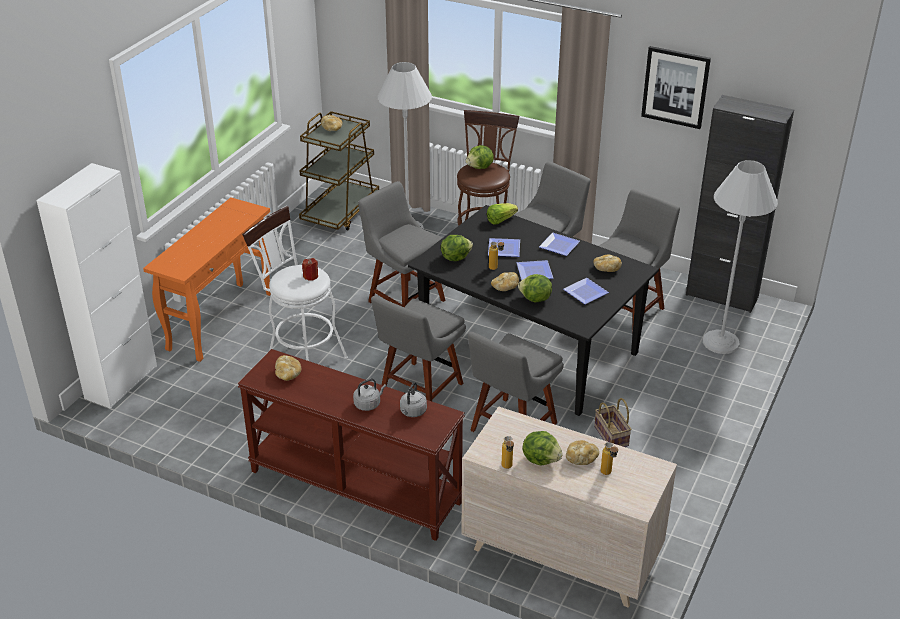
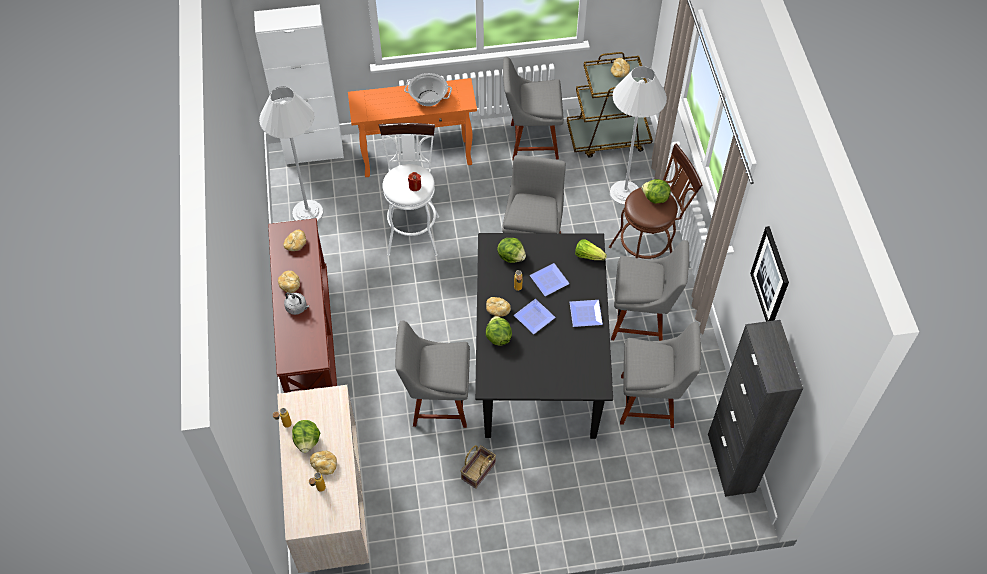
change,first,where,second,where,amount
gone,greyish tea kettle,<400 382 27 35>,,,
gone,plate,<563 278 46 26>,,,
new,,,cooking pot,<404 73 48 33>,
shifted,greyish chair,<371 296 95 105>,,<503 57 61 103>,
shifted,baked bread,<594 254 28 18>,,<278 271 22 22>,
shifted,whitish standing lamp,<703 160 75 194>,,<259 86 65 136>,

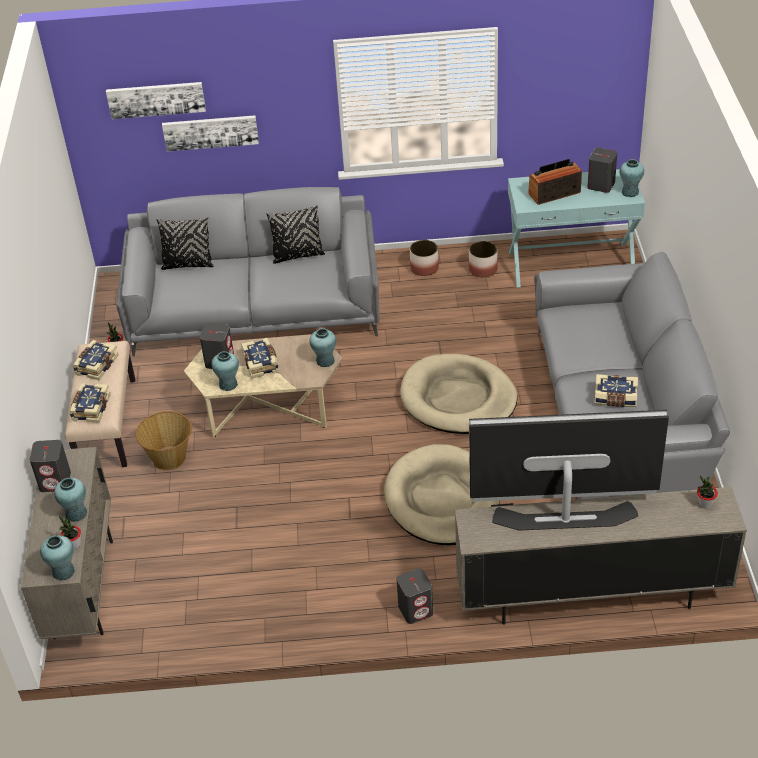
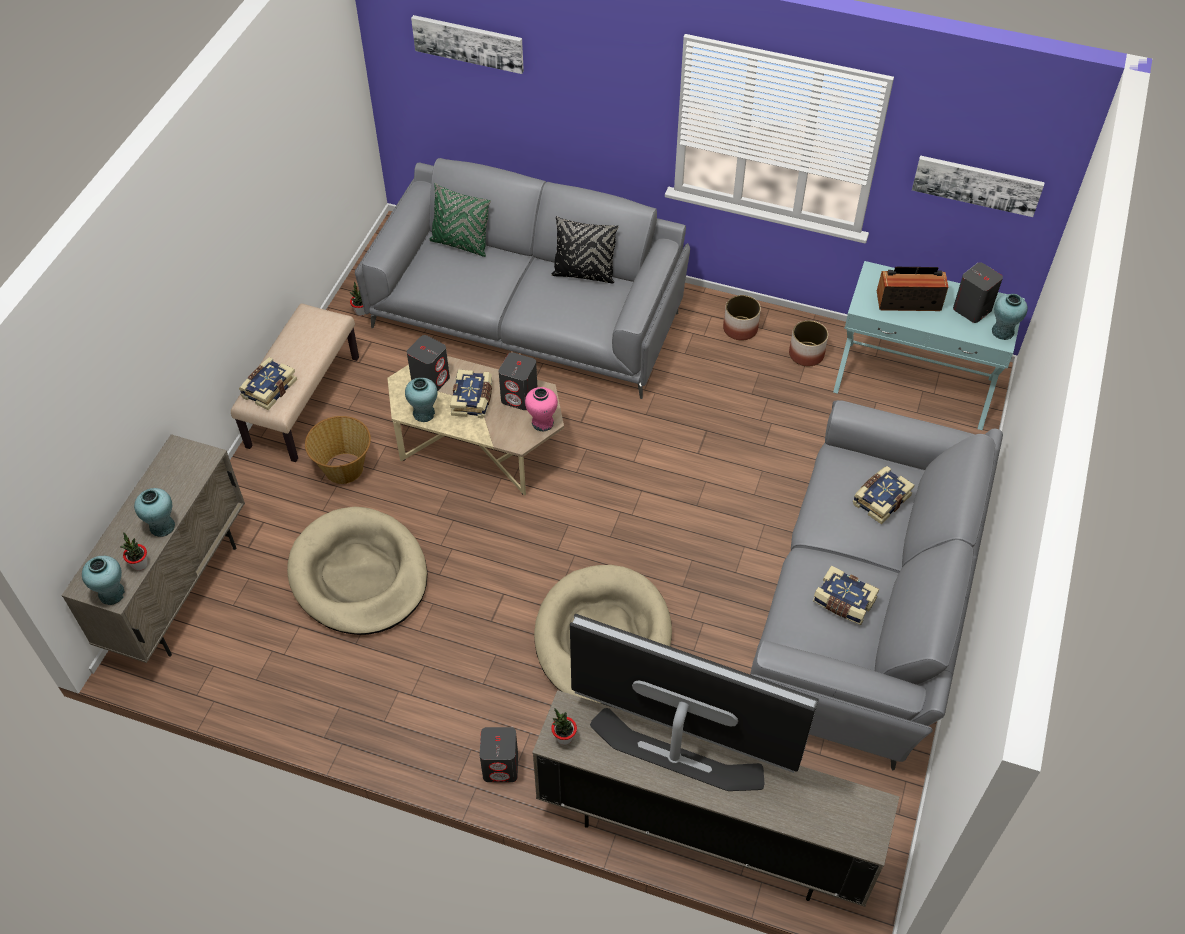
change,first,where,second,where,amount
shifted,greyish loudspeaker,<30 440 41 52>,,<499 352 38 58>,
shifted,book,<73 340 46 40>,,<853 466 62 58>,
shifted,picture,<162 115 97 37>,,<912 155 133 62>,
shifted,sand-coloured dog cushion,<400 354 117 80>,,<287 507 140 128>,
shifted,plant in a pot,<697 476 21 33>,,<551 708 26 37>,
repainted,blackish throw pillow,<157 218 57 52>,greenish throw pillow,<429 183 62 74>,
repainted,turquoise vase,<310 328 26 39>,pink vase,<525 387 33 44>,

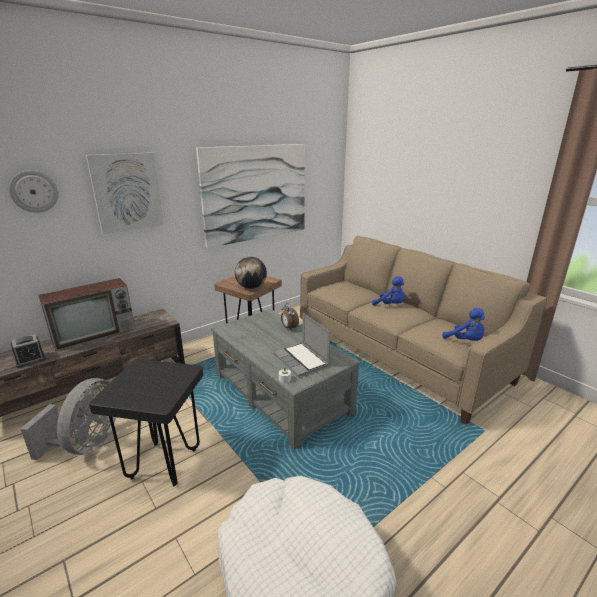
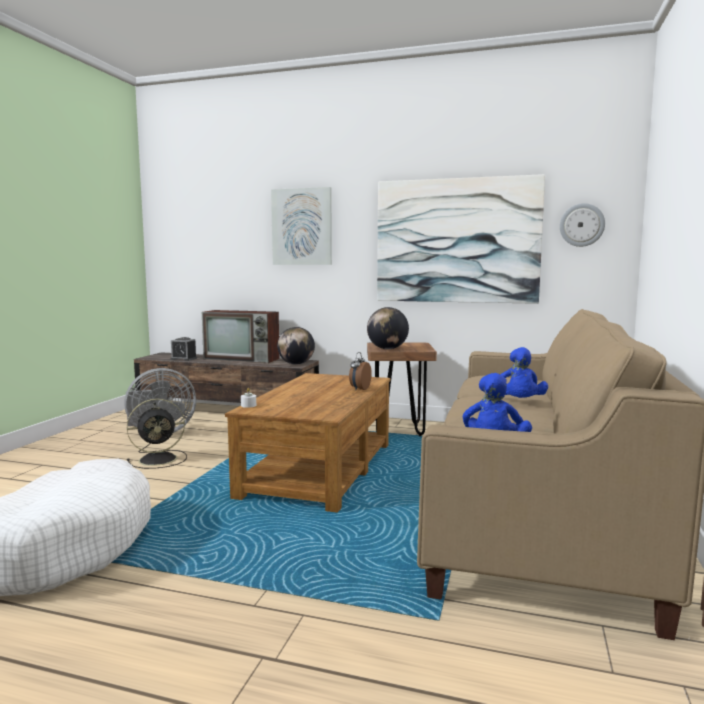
change,first,where,second,where,amount
gone,laptop,<274 313 56 64>,,,
new,,,desk globe,<277 327 38 38>,
shifted,hanging clock,<9 170 50 43>,,<560 203 45 44>,
swapped,blackish sitting stool,<89 359 114 127>,blackish electric fan,<127 399 60 70>,
repainted,greyish lounge table,<211 309 150 140>,brown lounge table,<225 373 165 140>,

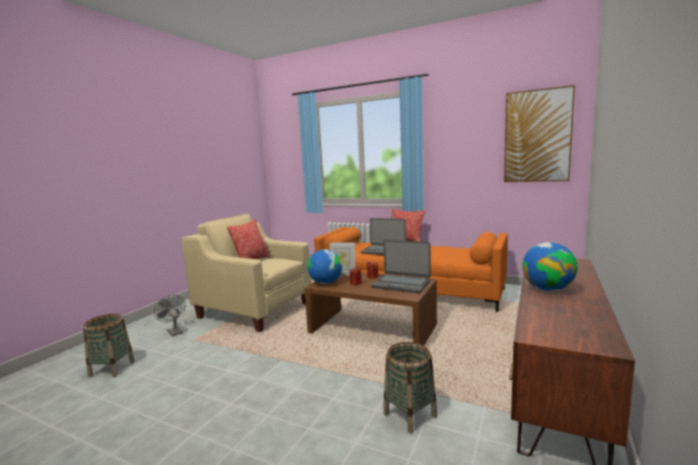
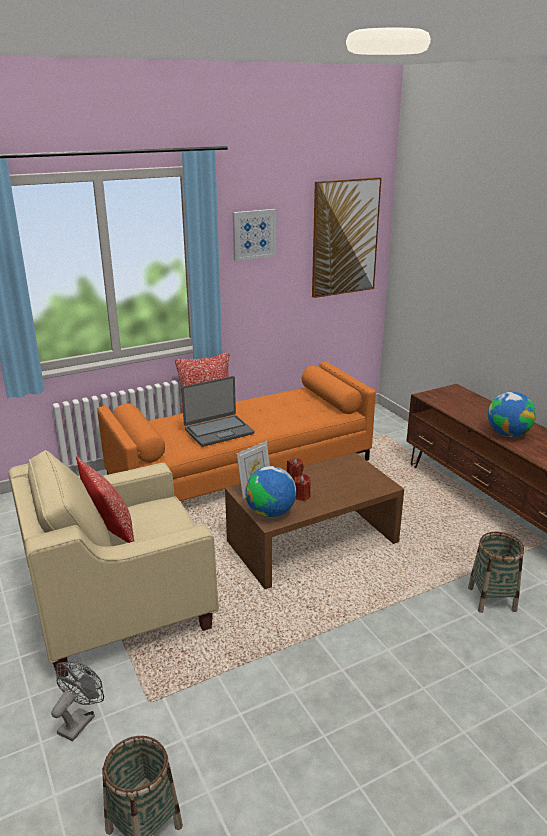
change,first,where,second,where,amount
gone,laptop,<371 240 60 53>,,,
new,,,picture,<233 209 43 52>,
rotated,greyish electric fan,<154 295 31 41>,,<51 661 53 80>,120 degrees clockwise

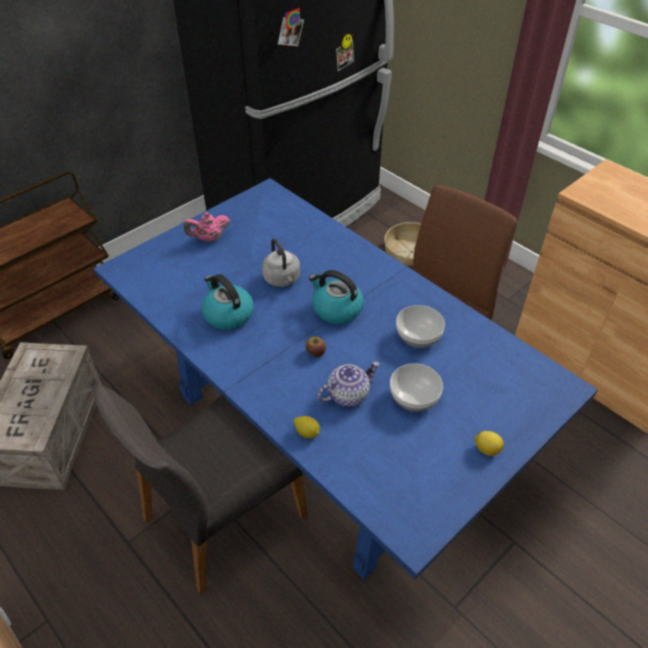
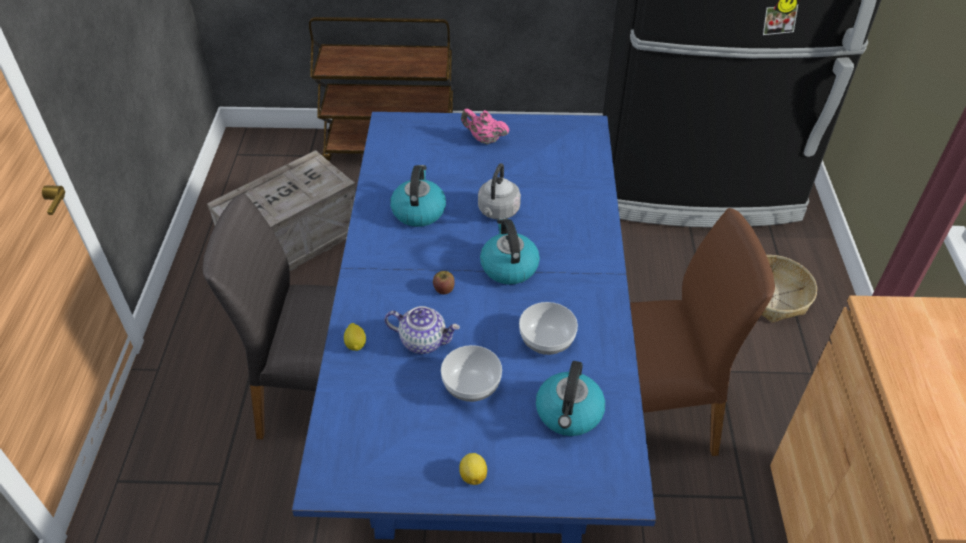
change,first,where,second,where,amount
new,,,tea kettle,<536 361 69 75>,

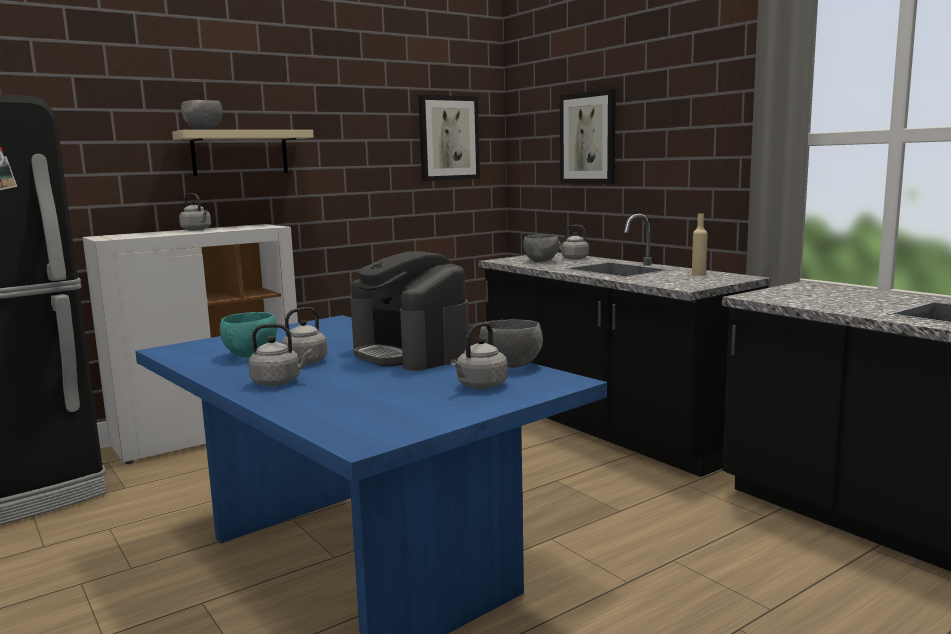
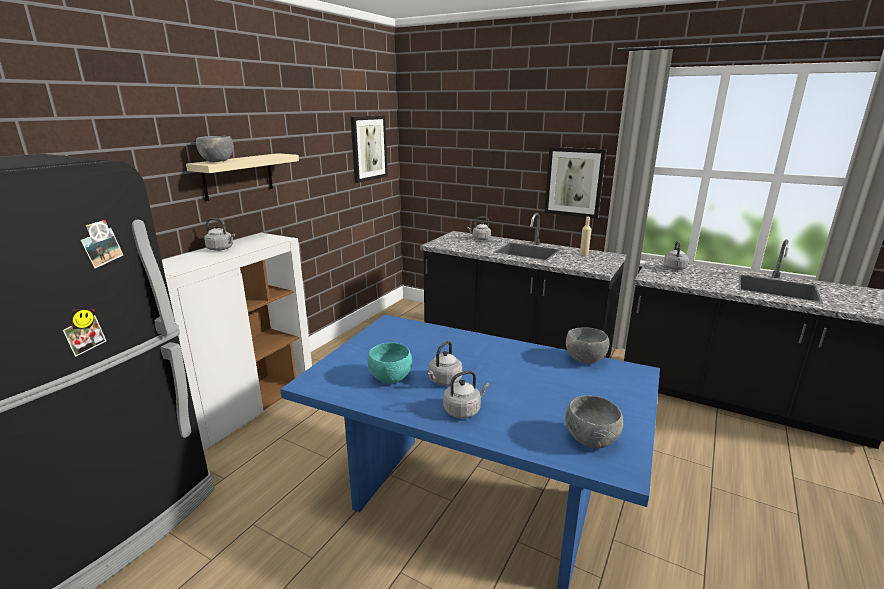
change,first,where,second,where,amount
gone,coffee maker,<350 251 119 120>,,,
shifted,greyish tea kettle,<450 322 58 67>,,<664 241 25 29>,
shifted,greyish deep dish,<523 234 36 28>,,<565 395 58 54>,
shifted,picture,<560 89 56 95>,,<544 147 62 72>,

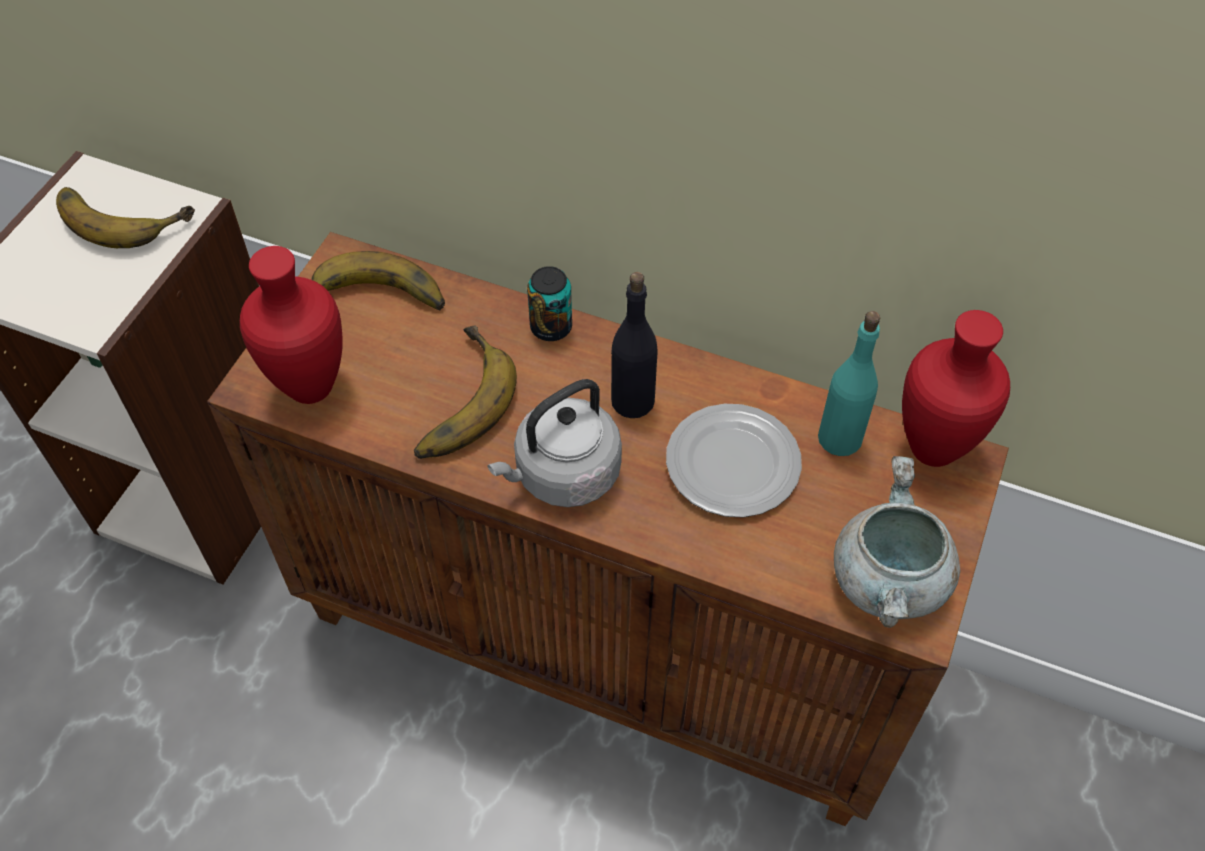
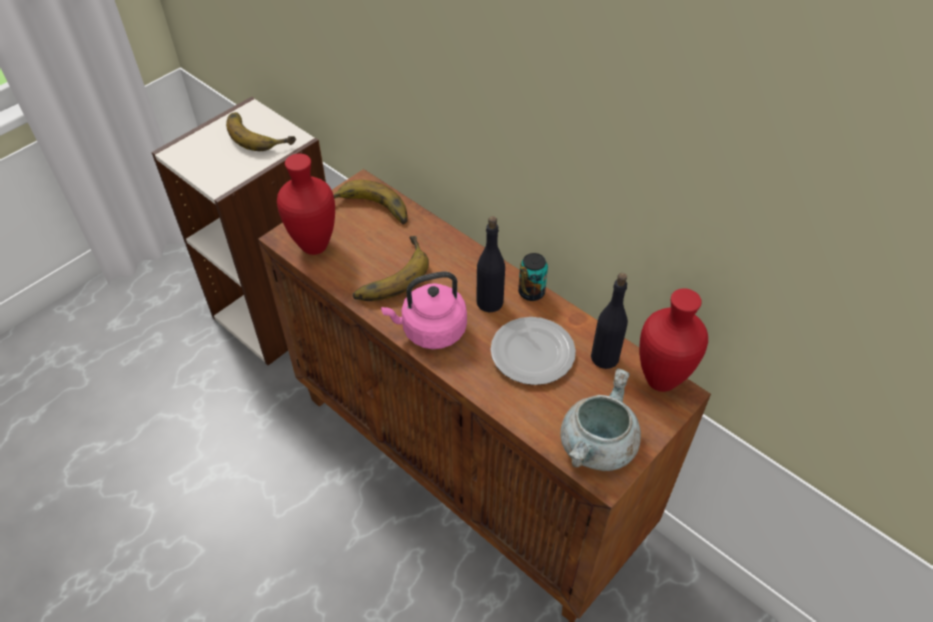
change,first,where,second,where,amount
shifted,metal can,<527 266 45 75>,,<518 253 30 48>,
repainted,greyish tea kettle,<487 379 135 128>,pink tea kettle,<381 272 86 77>,
repainted,turquoise drink bottle,<818 311 62 145>,blackish drink bottle,<591 273 37 96>,

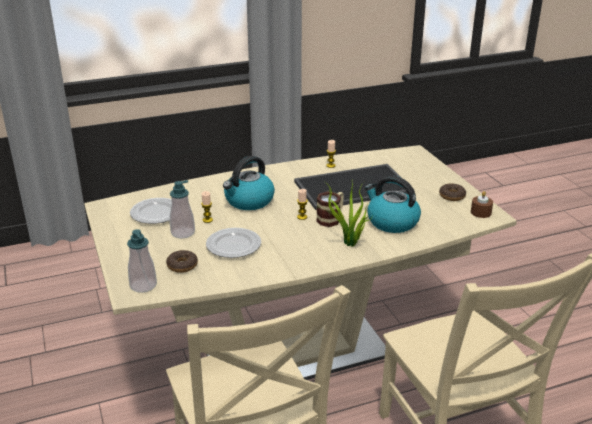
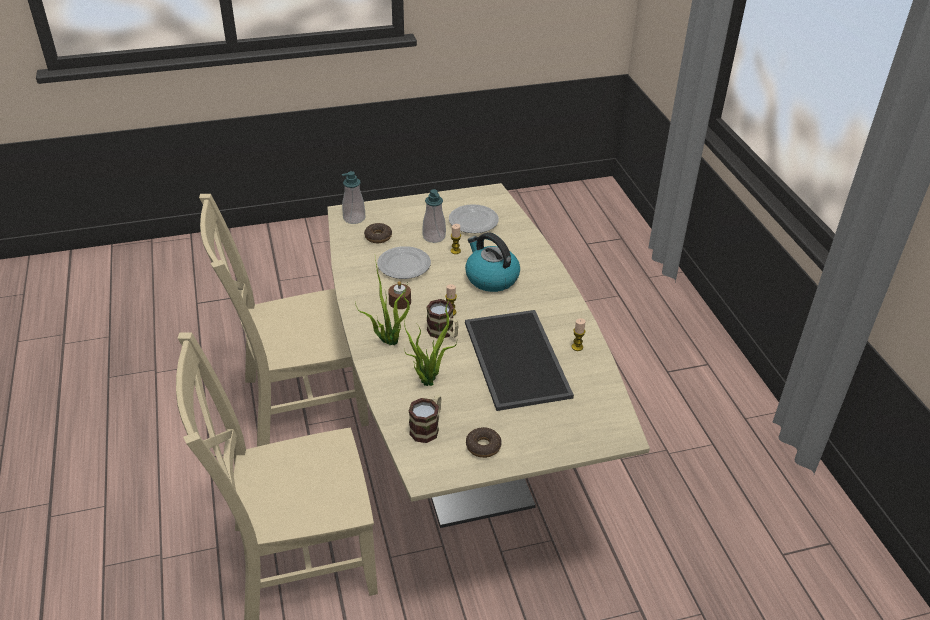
change,first,where,second,where,amount
new,,,coffee mug,<409 395 32 48>,
shifted,brown wax light,<471 191 22 27>,,<388 281 23 28>,
swapped,tea kettle,<365 176 56 57>,plant in a pot,<404 294 53 92>,

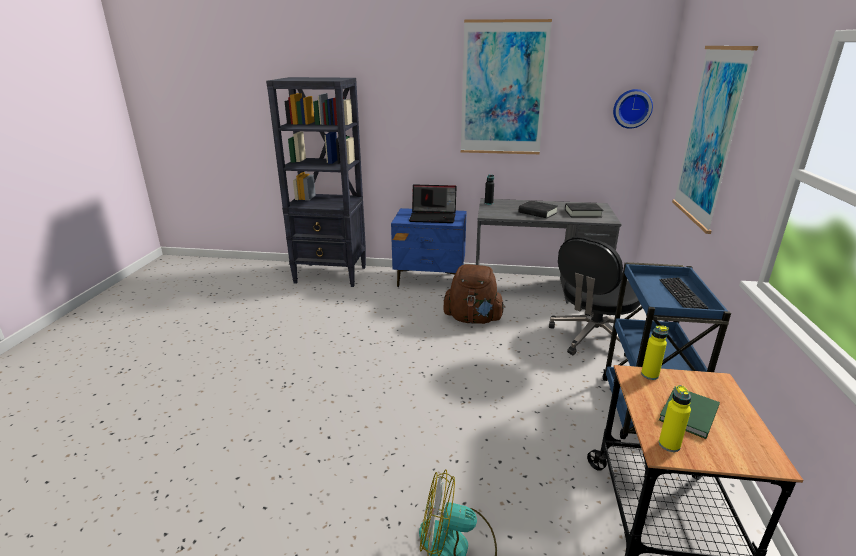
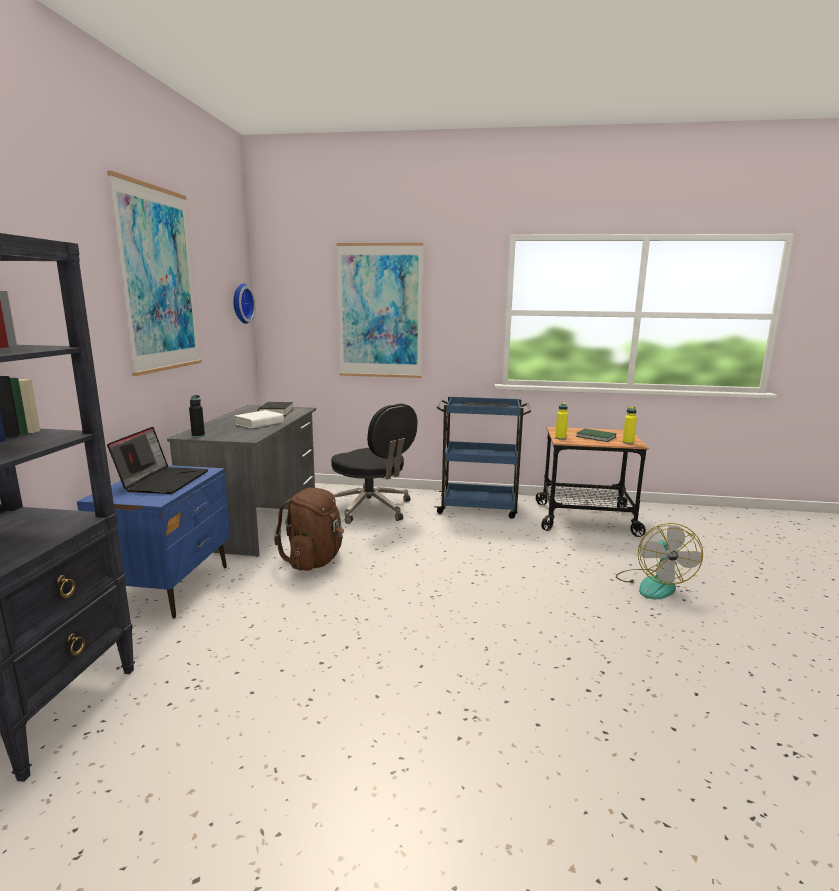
change,first,where,second,where,amount
repainted,blackish book,<519 200 39 18>,whitish book,<235 410 49 19>,

